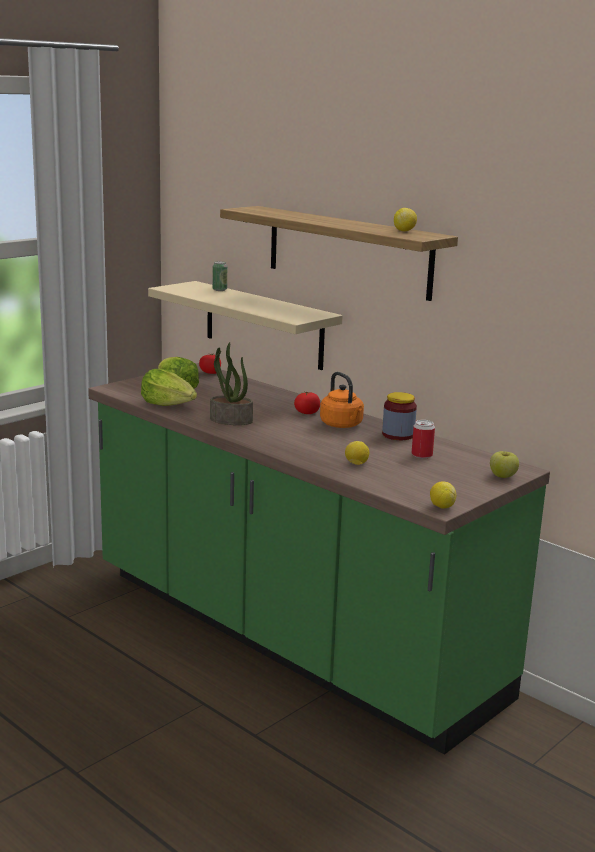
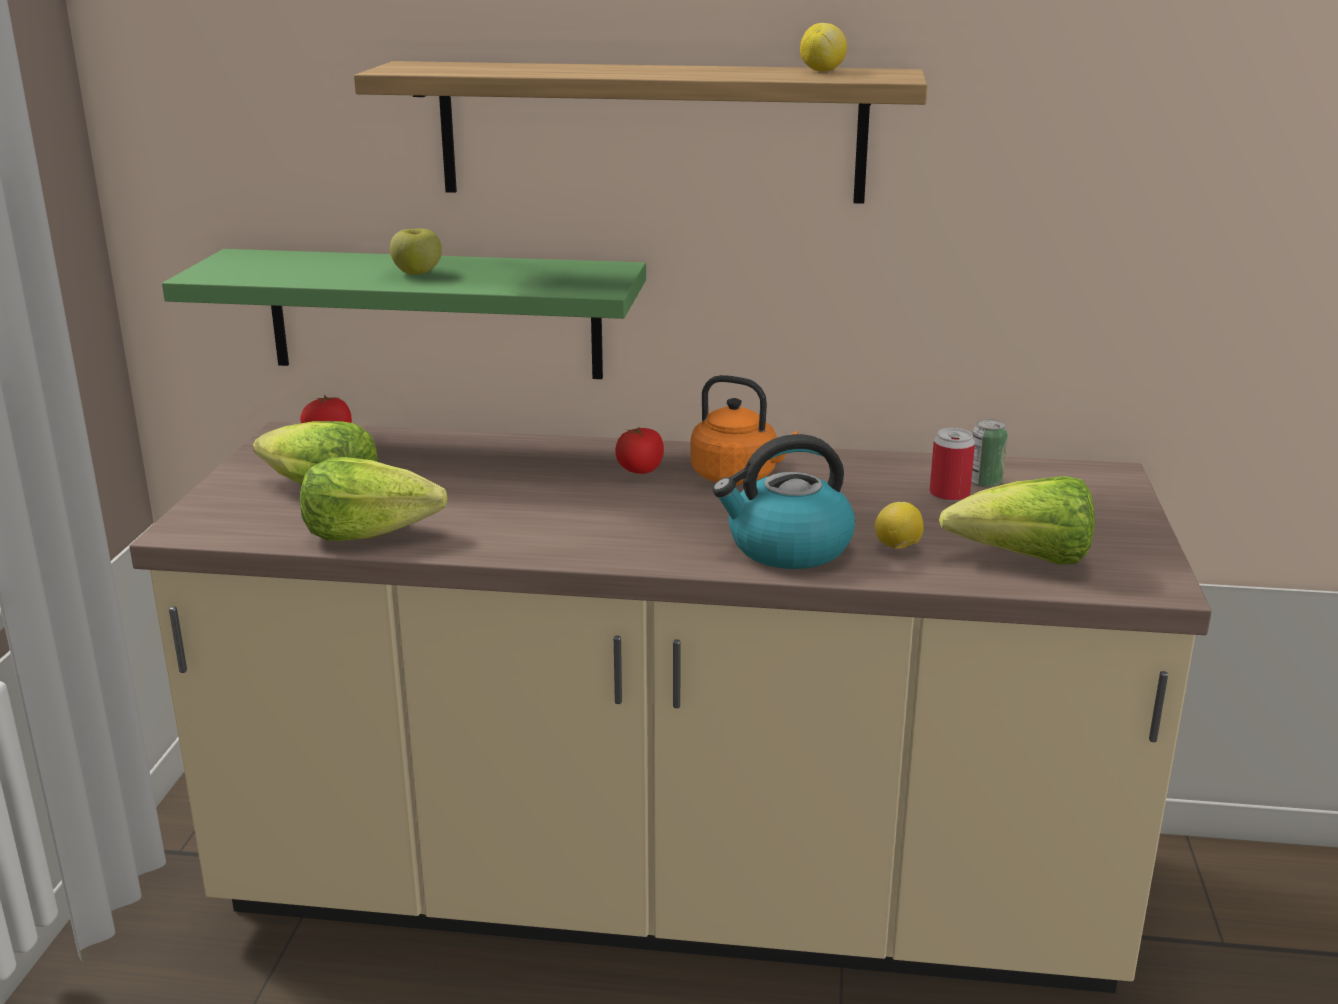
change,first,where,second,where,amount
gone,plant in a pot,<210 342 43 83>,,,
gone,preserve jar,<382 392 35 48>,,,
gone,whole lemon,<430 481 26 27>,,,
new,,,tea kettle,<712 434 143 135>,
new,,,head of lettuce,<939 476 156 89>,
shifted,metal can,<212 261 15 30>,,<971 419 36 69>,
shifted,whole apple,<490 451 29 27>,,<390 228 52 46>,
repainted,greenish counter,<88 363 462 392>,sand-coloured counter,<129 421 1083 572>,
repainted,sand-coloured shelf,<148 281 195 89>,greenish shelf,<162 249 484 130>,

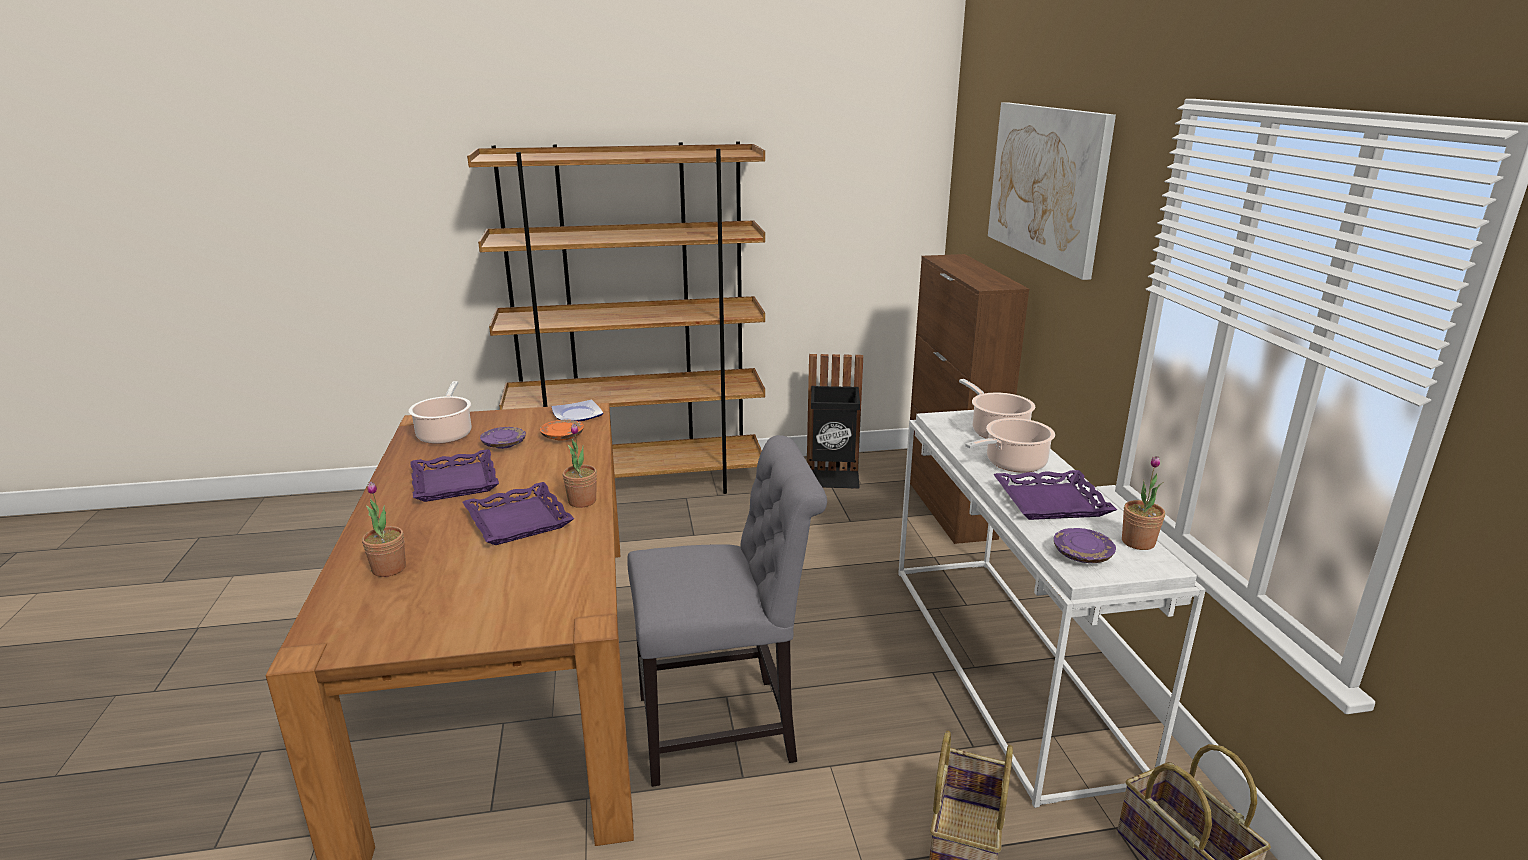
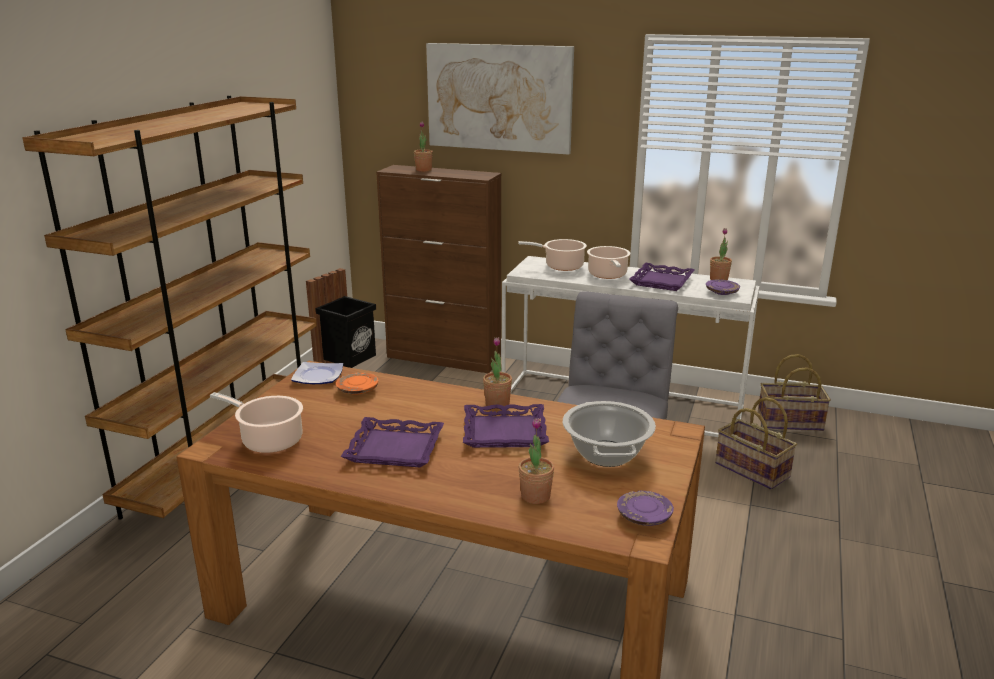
change,first,where,second,where,amount
new,,,plant in a pot,<414 121 19 51>,
new,,,cooking pot,<563 401 93 66>,
shifted,purple plate,<480 427 46 22>,,<617 491 57 35>,

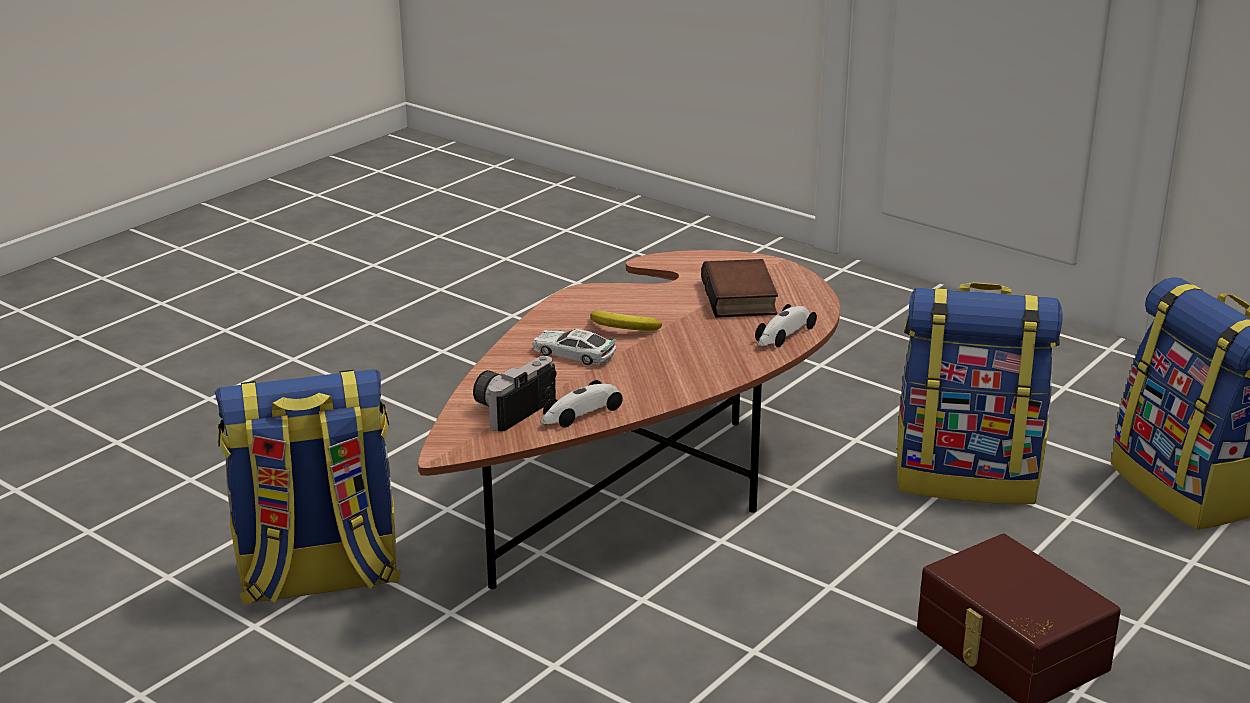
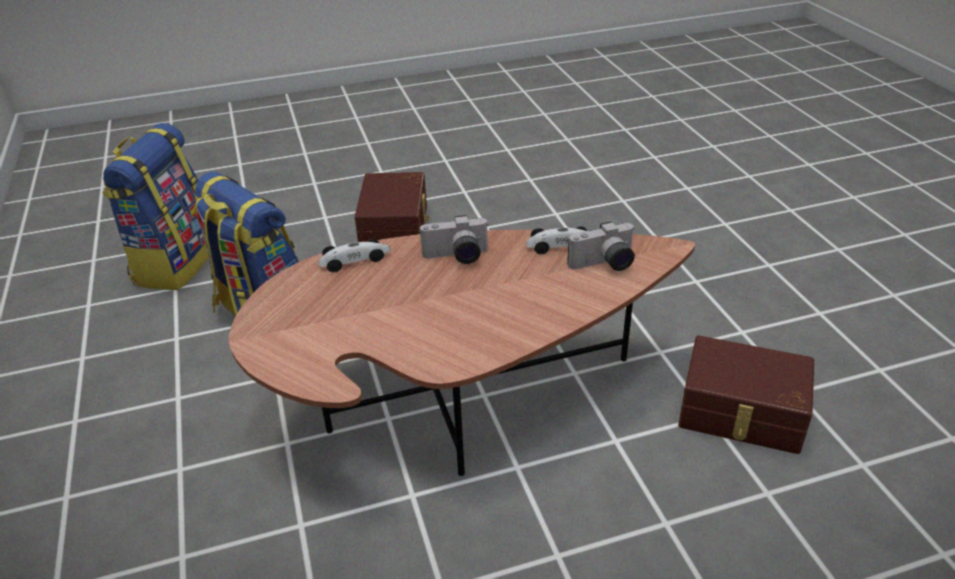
change,first,where,second,where,amount
gone,model car,<532 329 85 36>,,,
gone,whole banana,<590 311 72 20>,,,
gone,book,<701 259 77 59>,,,
new,,,photo camera,<419 215 70 49>,
swapped,backpack,<214 369 187 236>,brown storage bin,<678 335 136 119>,

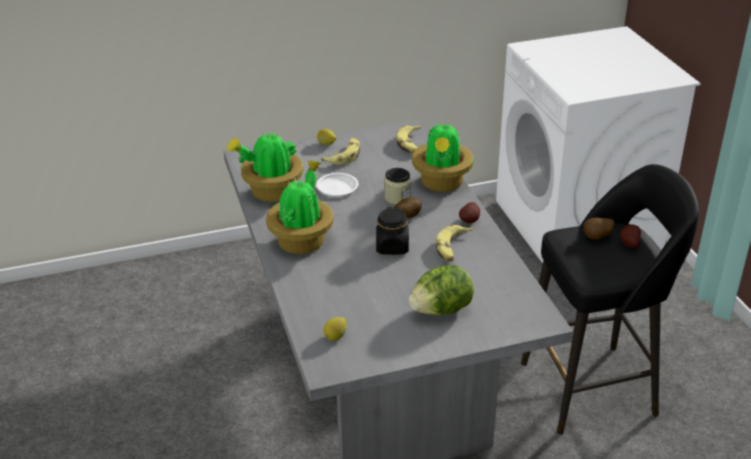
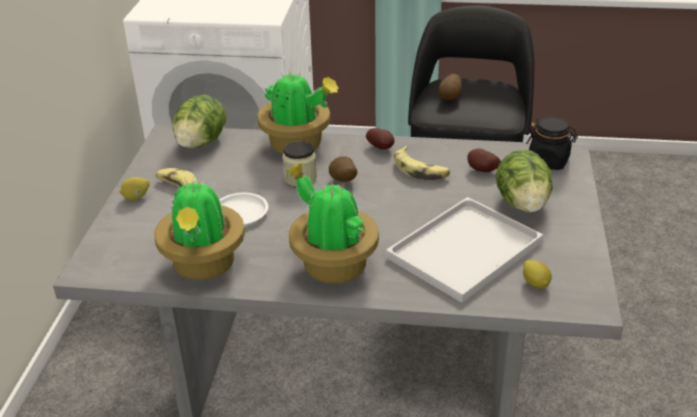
change,first,where,second,where,amount
new,,,whitish carrying tray,<386 197 157 106>,
shifted,blackish preserve jar,<376 207 33 48>,,<526 117 52 53>,
shifted,potato,<620 225 21 23>,,<467 149 34 24>,
swapped,whole banana,<396 126 25 28>,head of lettuce,<173 95 54 53>,

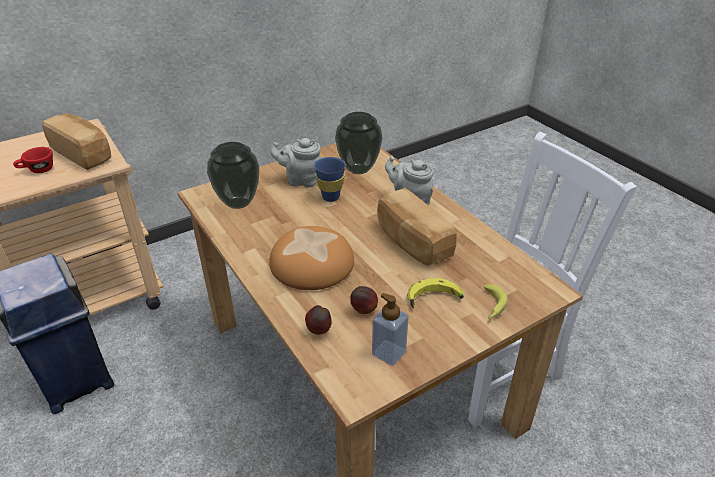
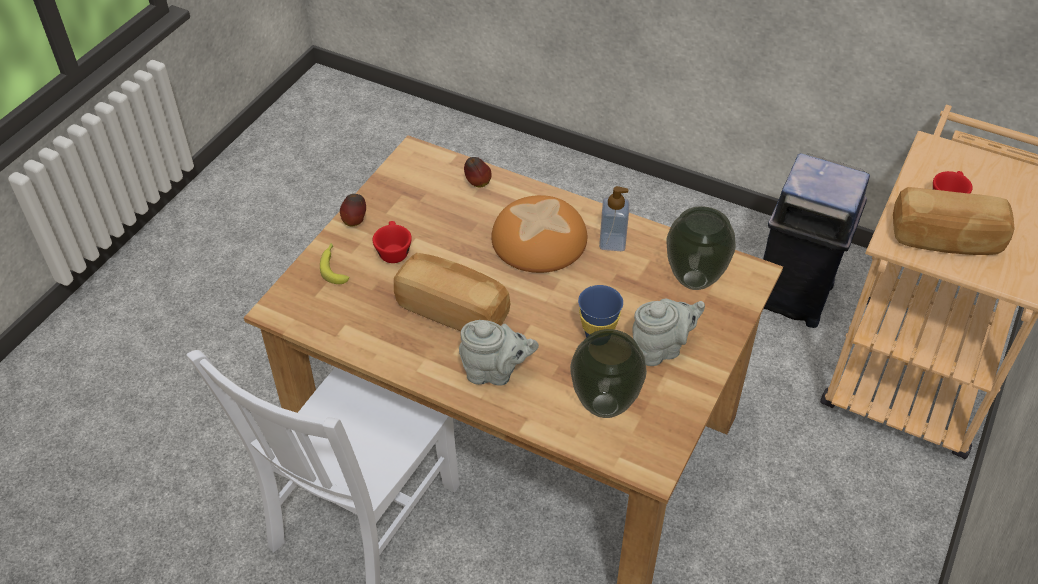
change,first,where,second,where,amount
shifted,whole apple,<350 286 28 28>,,<340 194 26 32>,
shifted,soap dispenser,<372 293 37 73>,,<599 186 31 65>,
swapped,whole banana,<407 278 57 31>,red drinking cup,<373 221 39 42>,

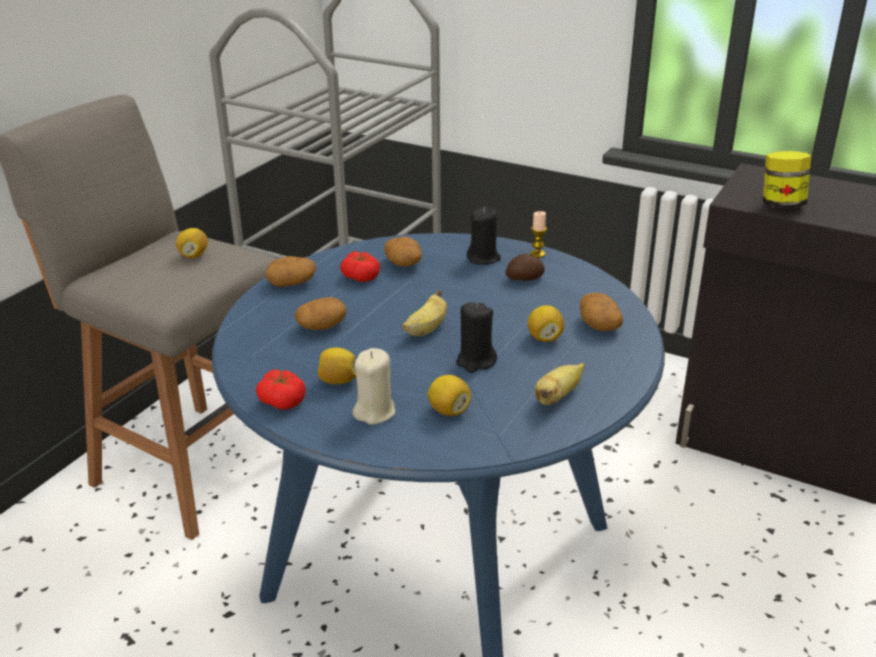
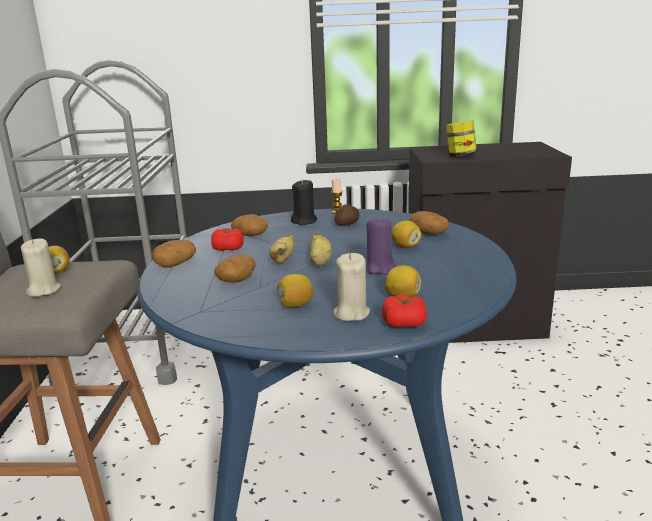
change,first,where,second,where,amount
new,,,sand-coloured wax light,<21 239 40 58>,
shifted,whole tomato,<256 369 50 40>,,<382 295 45 32>,
shifted,whole banana,<535 363 50 42>,,<270 235 24 29>,
repainted,blackish wax light,<456 302 41 71>,purple wax light,<366 216 30 59>,

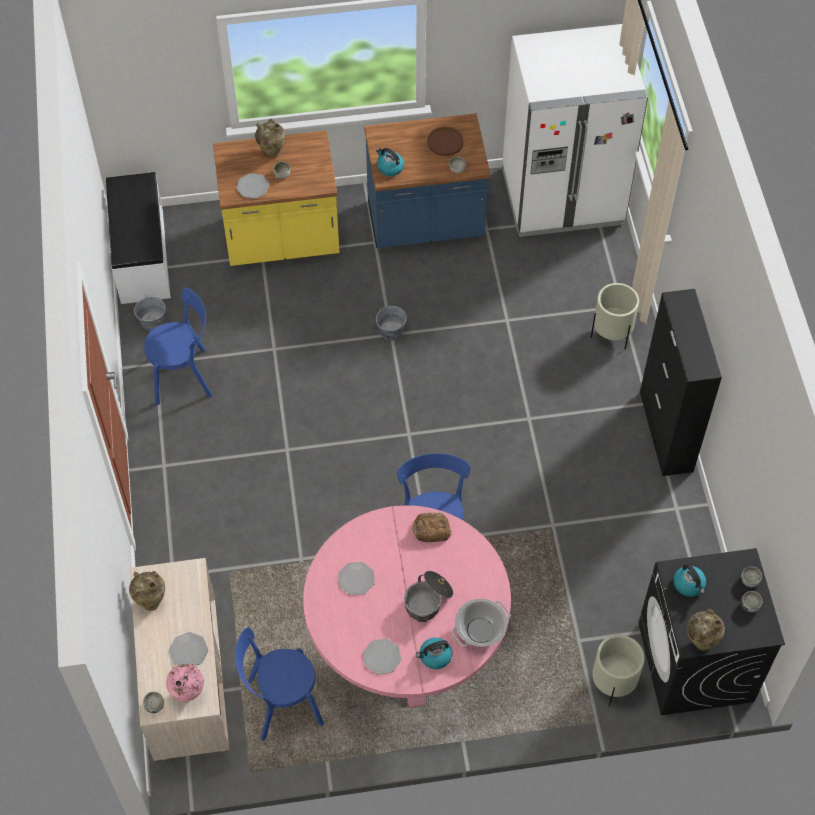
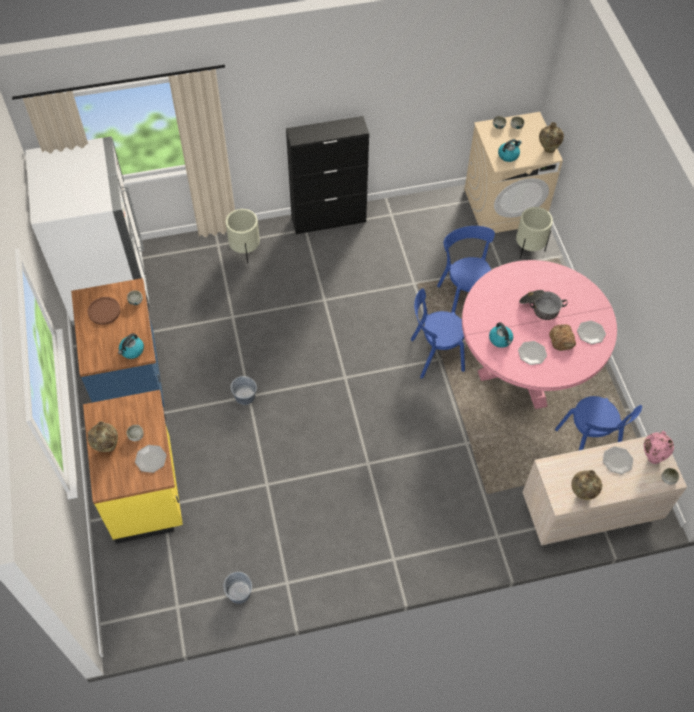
change,first,where,second,where,amount
gone,whitish bench,<106 172 65 132>,,,
gone,cooking pot,<451 598 60 49>,,,
shifted,blue chair,<144 288 68 117>,,<437 226 58 87>,
shifted,baked bread,<413 513 38 29>,,<549 324 27 27>,
shifted,tea kettle,<416 638 36 31>,,<489 322 24 26>,
repainted,blackish laundry appliance,<638 548 147 167>,sand-coloured laundry appliance,<464 112 99 121>,

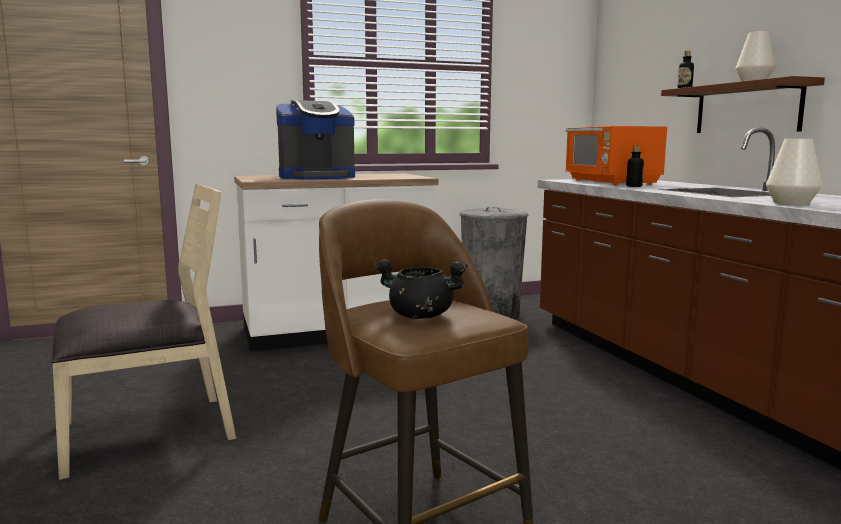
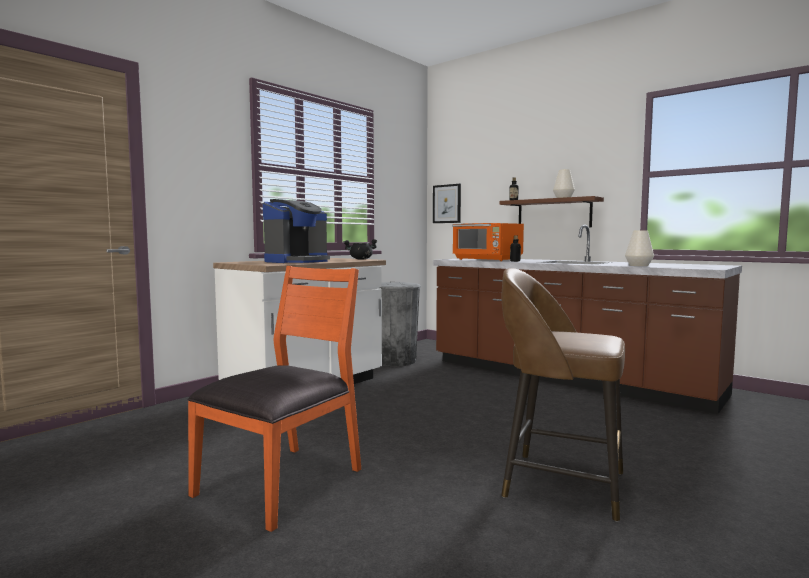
change,first,where,second,where,amount
new,,,picture,<433 184 28 39>,
shifted,blackish cooking pot,<374 260 94 59>,,<343 239 34 21>,
repainted,sand-coloured chair,<52 183 184 297>,orange chair,<188 266 173 266>,

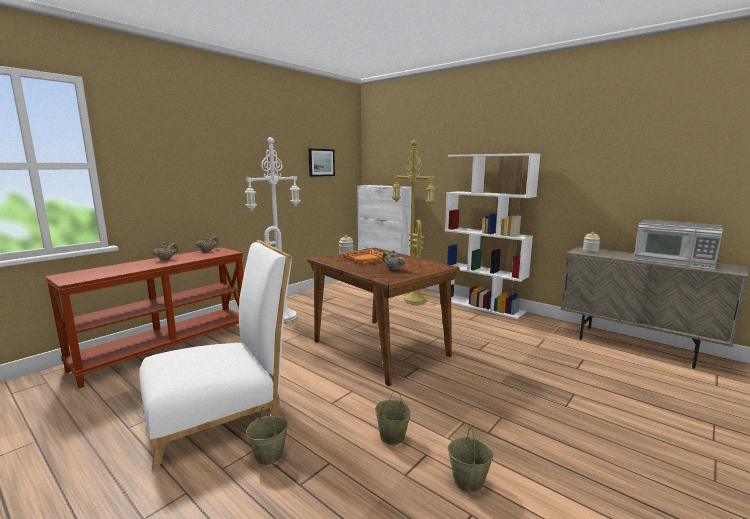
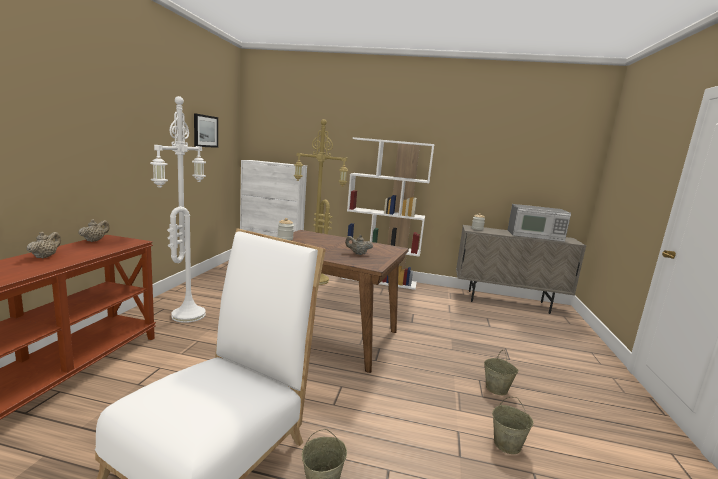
change,first,where,second,where,amount
gone,orange carrying tray,<342 249 45 15>,,,
shifted,sand-coloured pail,<375 391 36 54>,,<484 350 34 45>,

